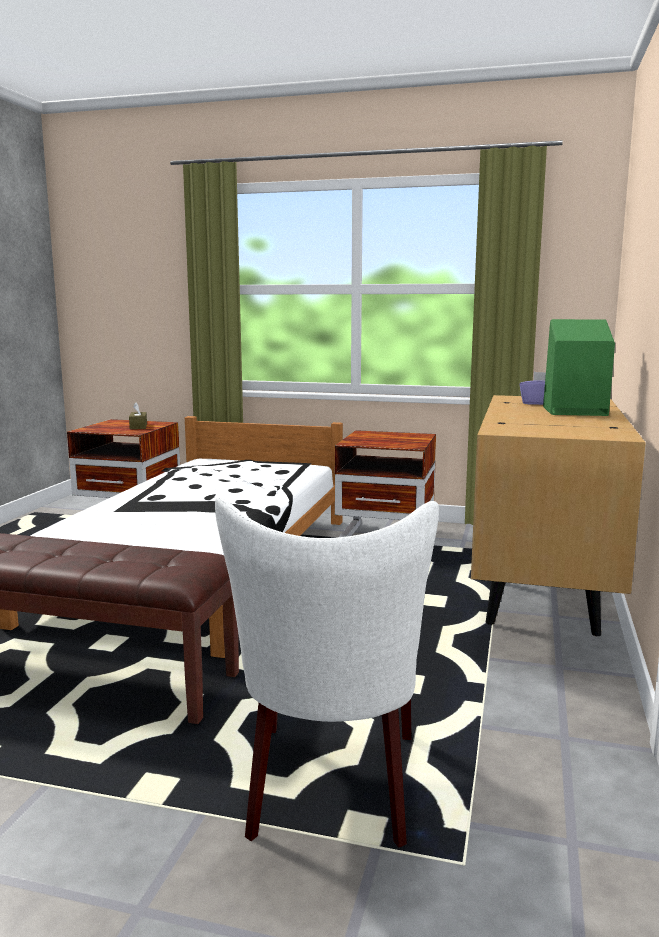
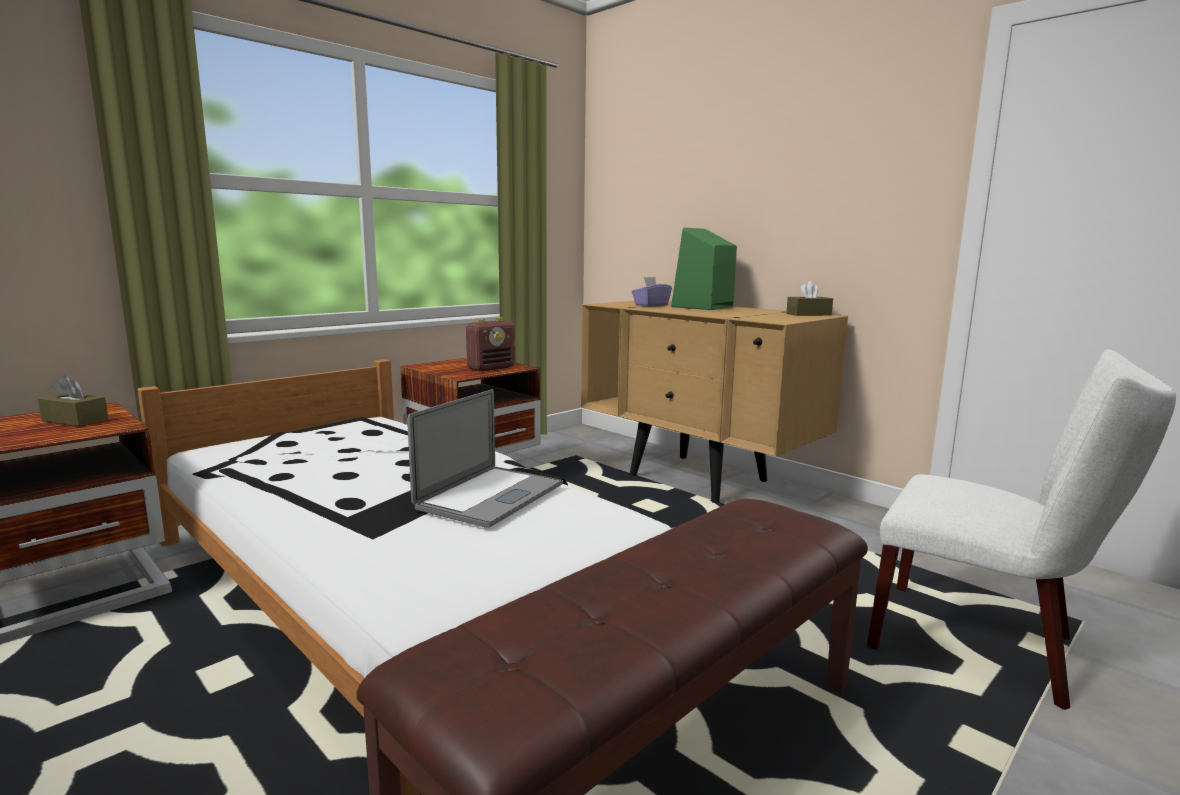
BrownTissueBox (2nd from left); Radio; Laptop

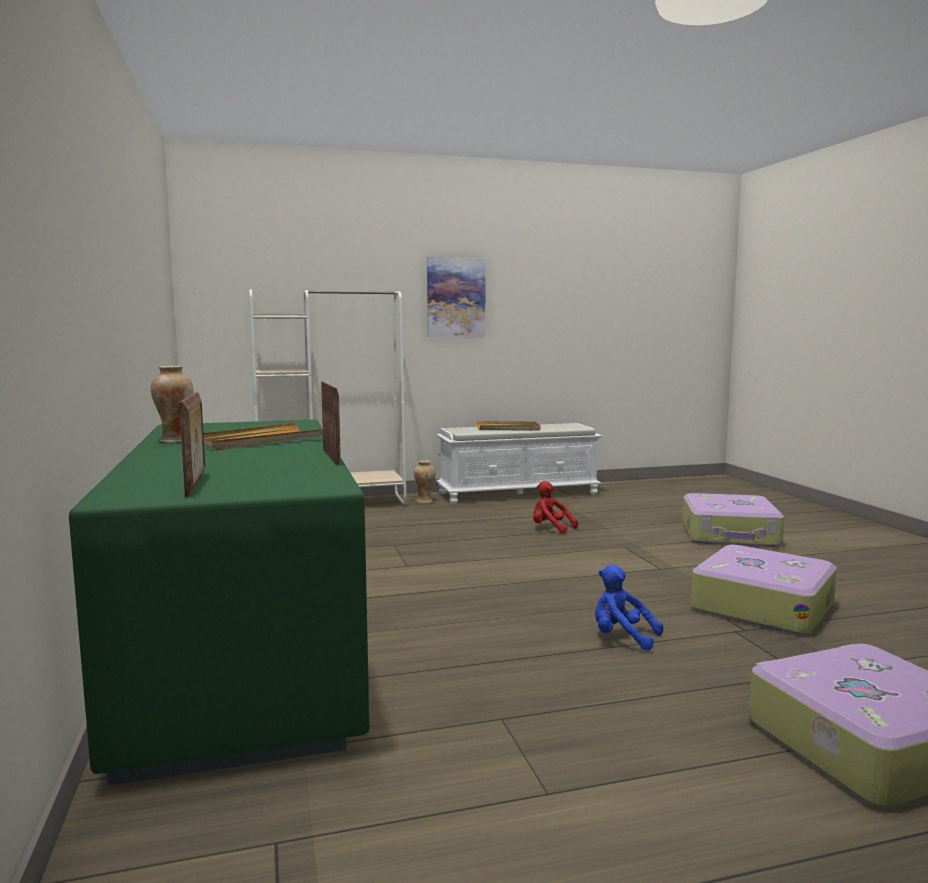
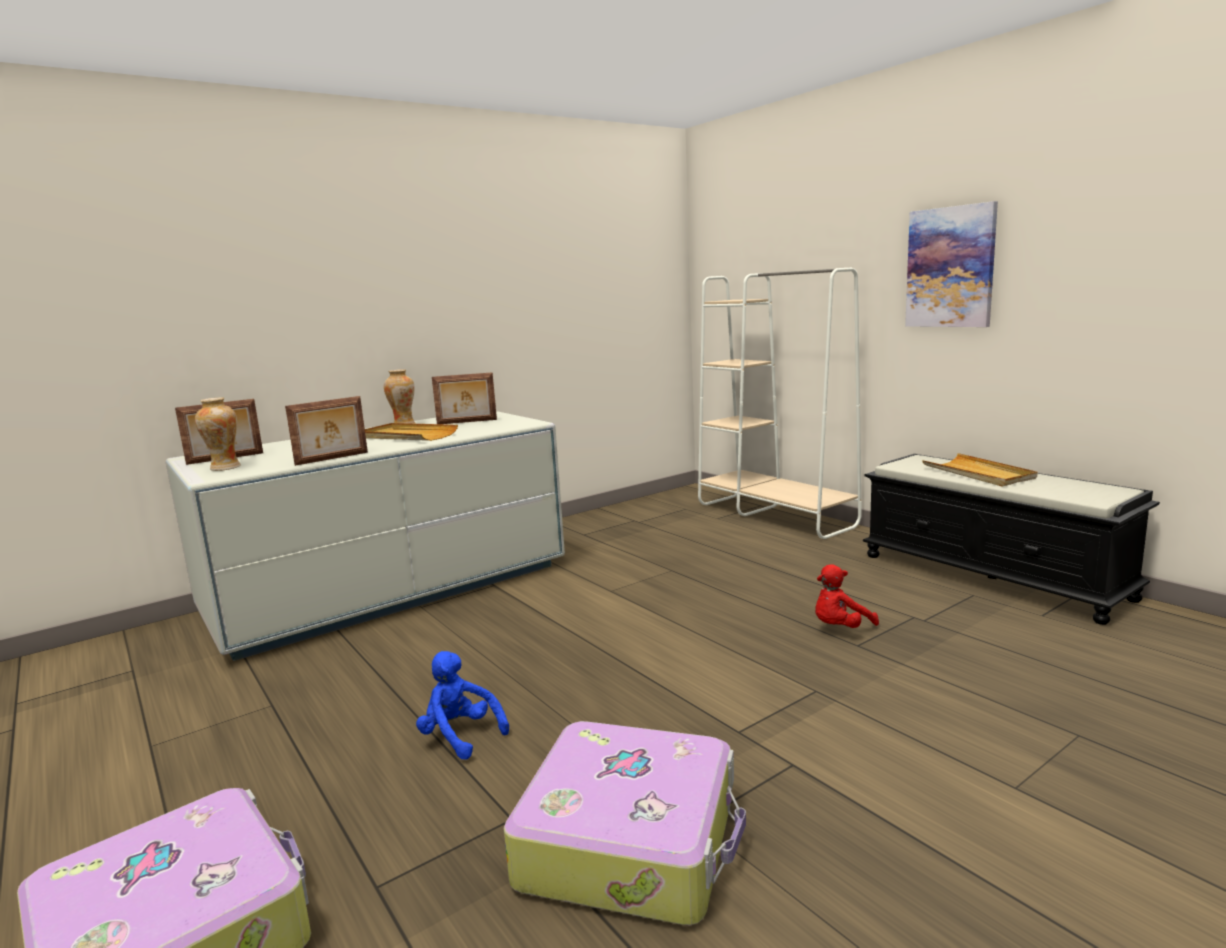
WhiteDresser; BlackBench; Vase (1st from left); RedPlushToy; Suitcase (1st from left in the first image); BluePlushToy; PictureFrame (3rd from left)

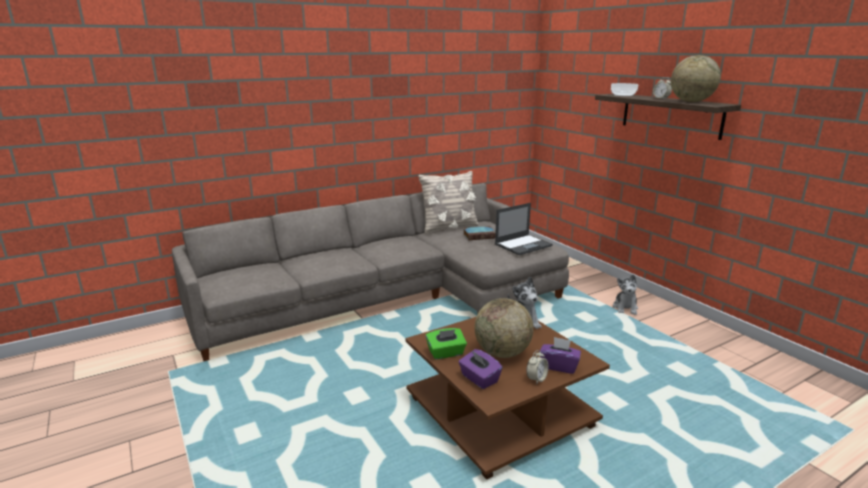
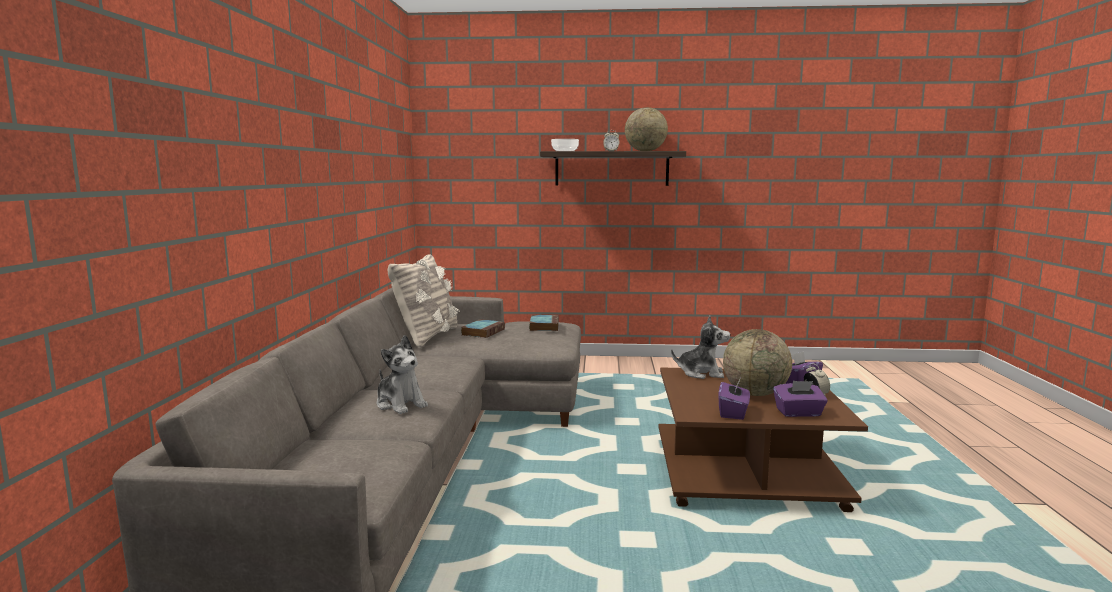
Book (2nd from left); PlushToy (1st from left); PurpleTissueBox (1st from left)

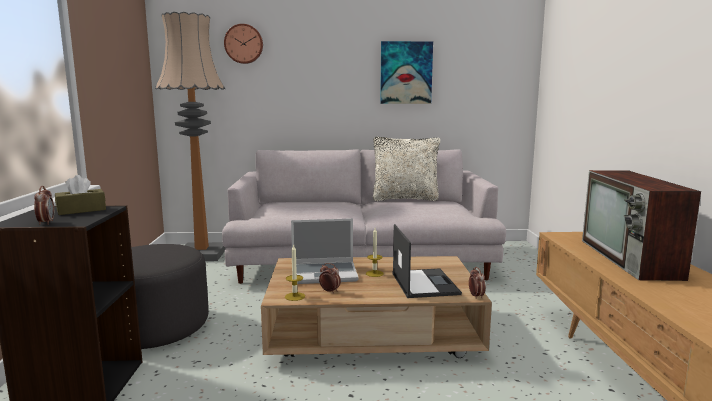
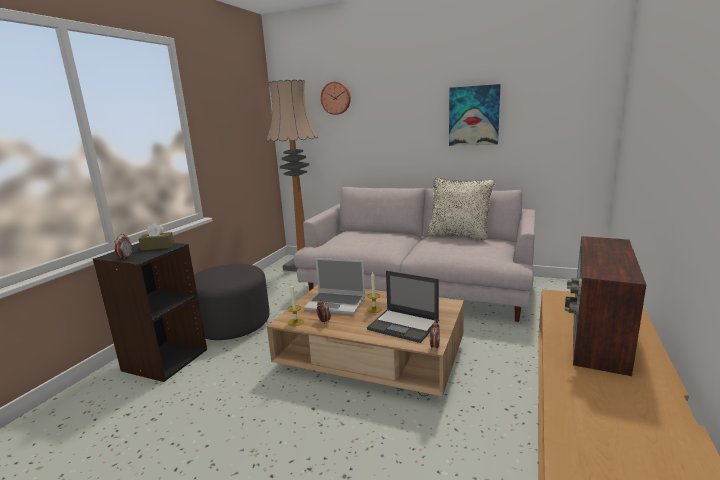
Laptop (2nd from left)

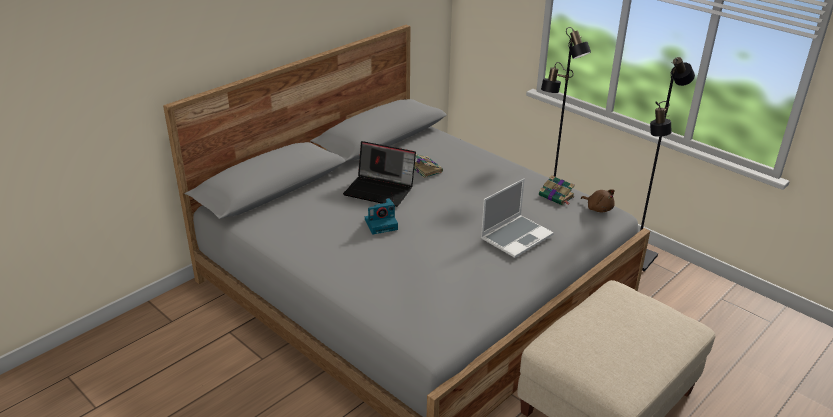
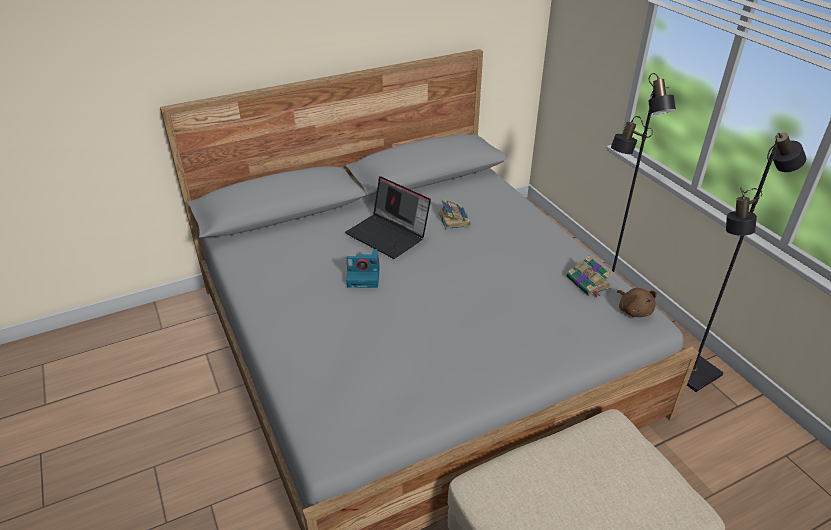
Laptop (2nd from left in the first image)

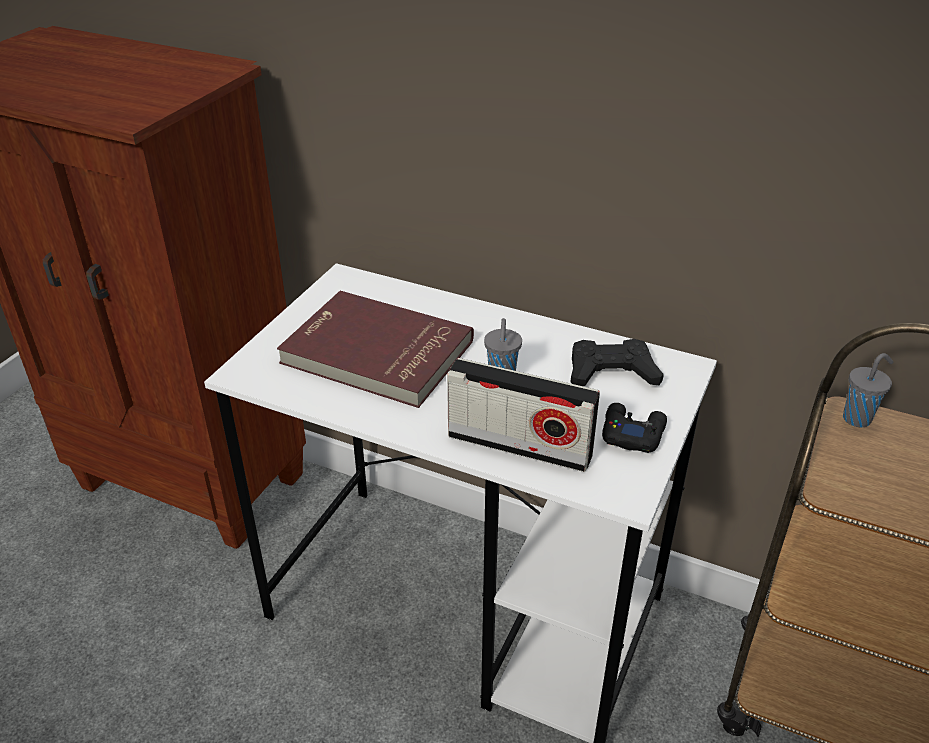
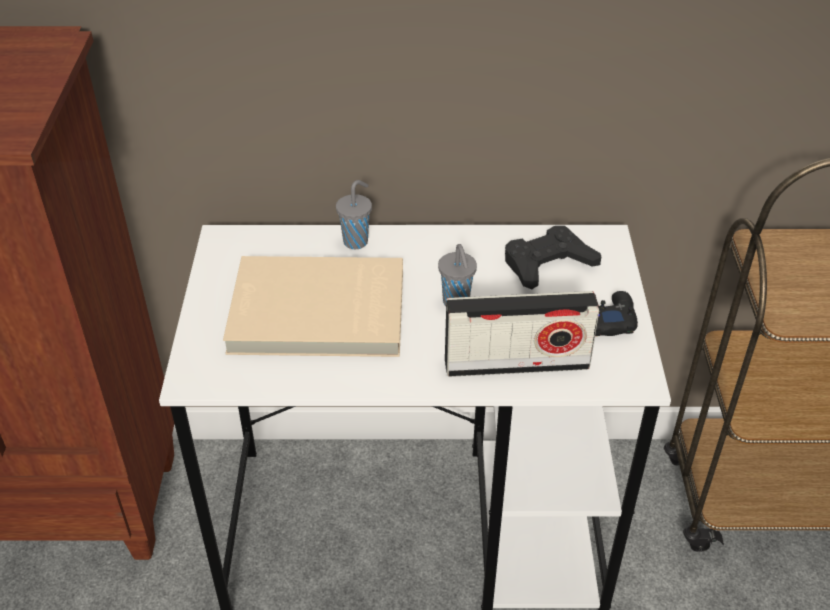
BeigeBook; GreyCup (1st from left)

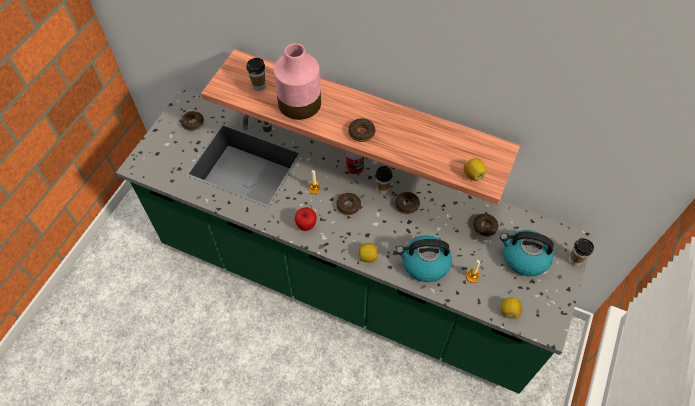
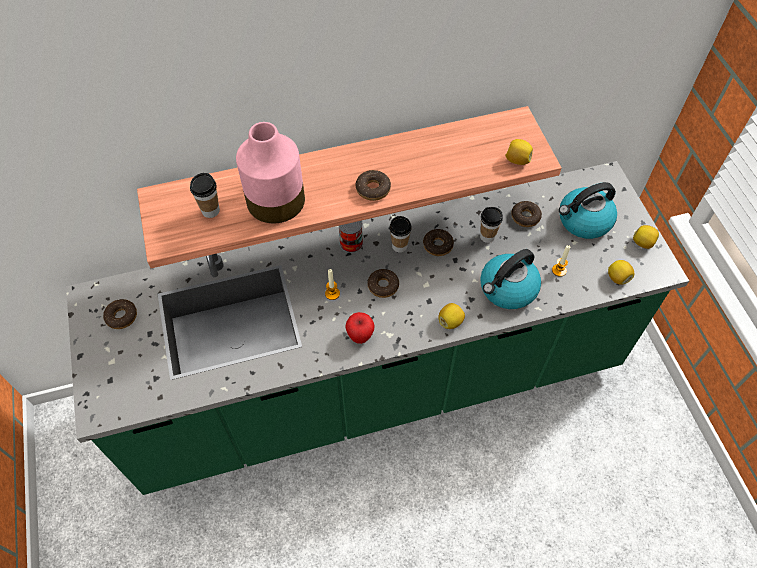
Cup (3rd from left); Lemon (4th from left)

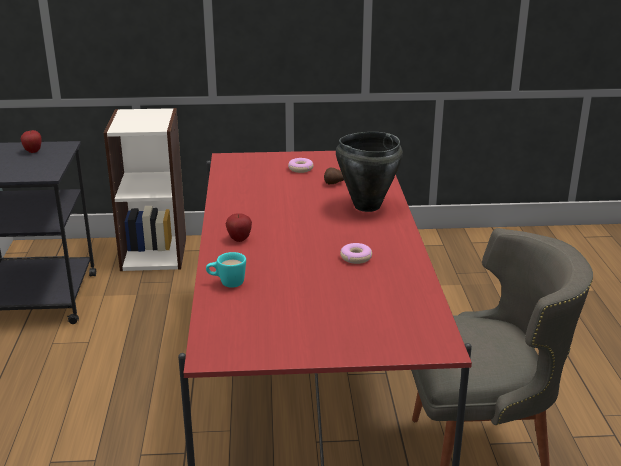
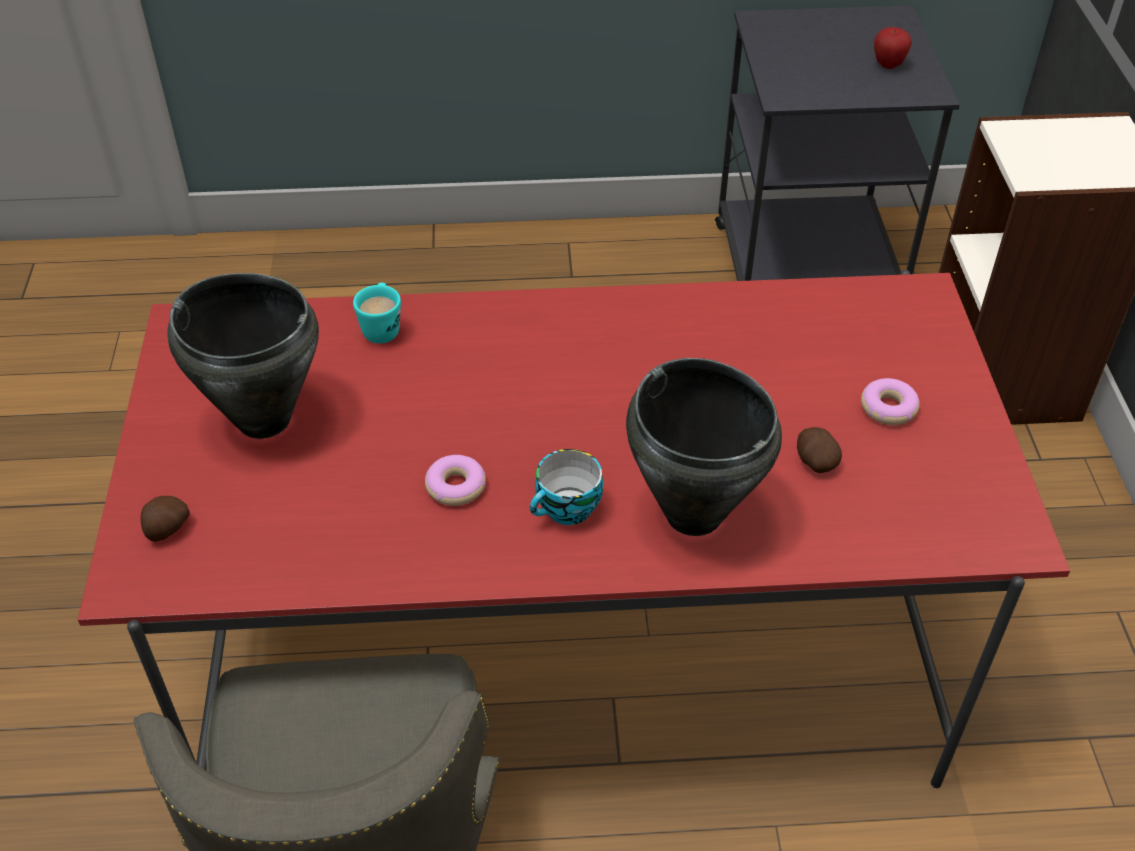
Apple (2nd from left in the first image); BlackCookingPot (1st from left); Cup; Potato (1st from left)

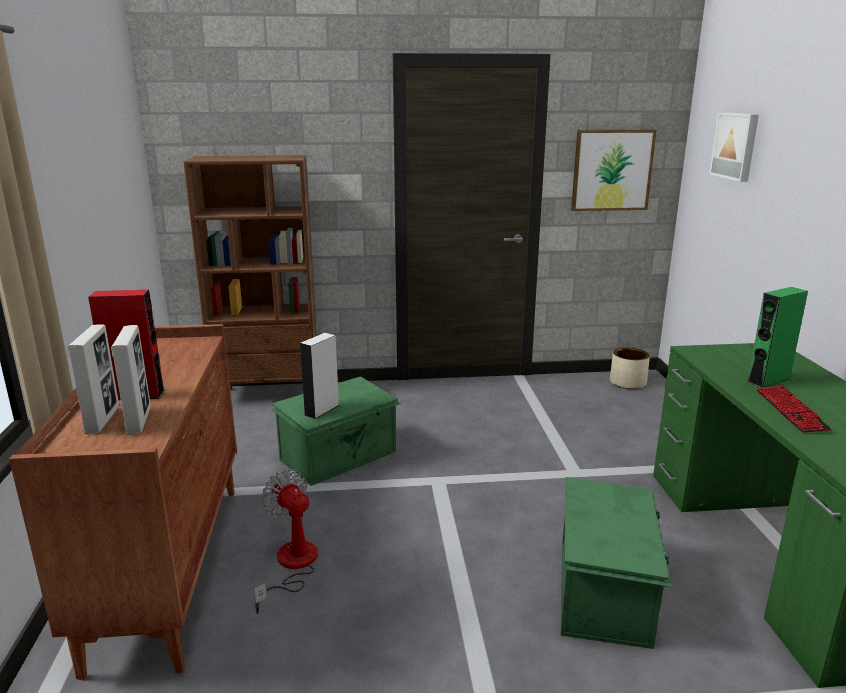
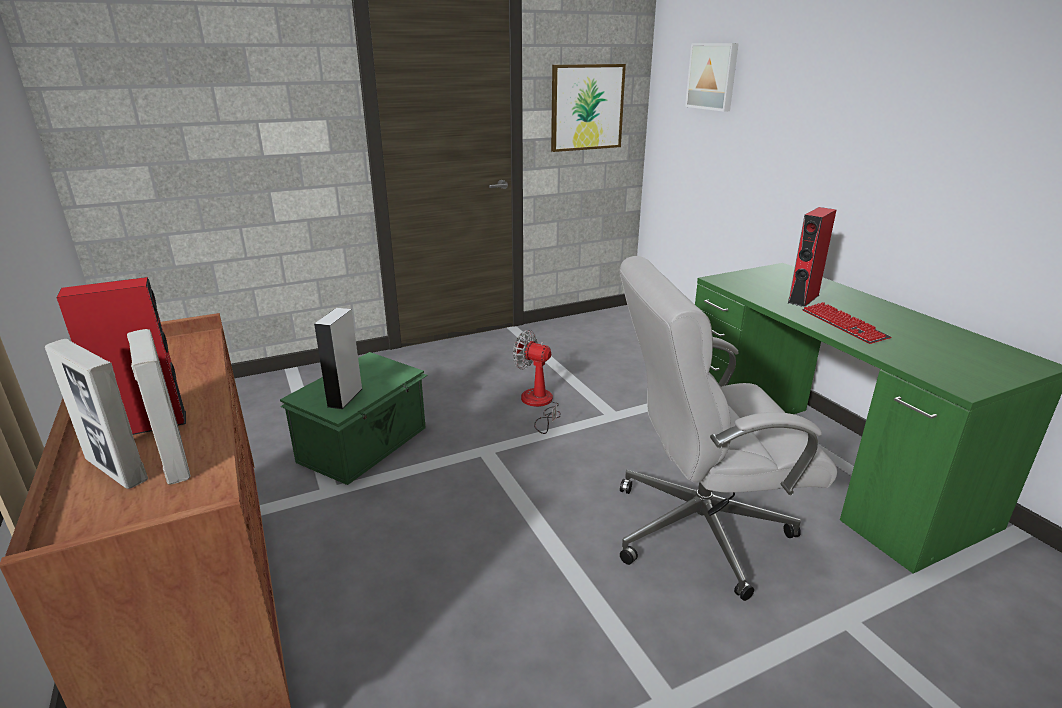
BrownBookcase; RedSpeaker (2nd from left); PictureFrame (1st from left); BeigePlanter; Fan; GreyOfficeChair

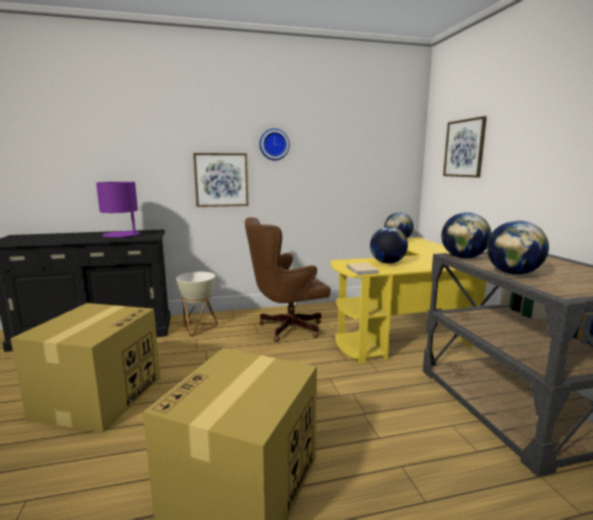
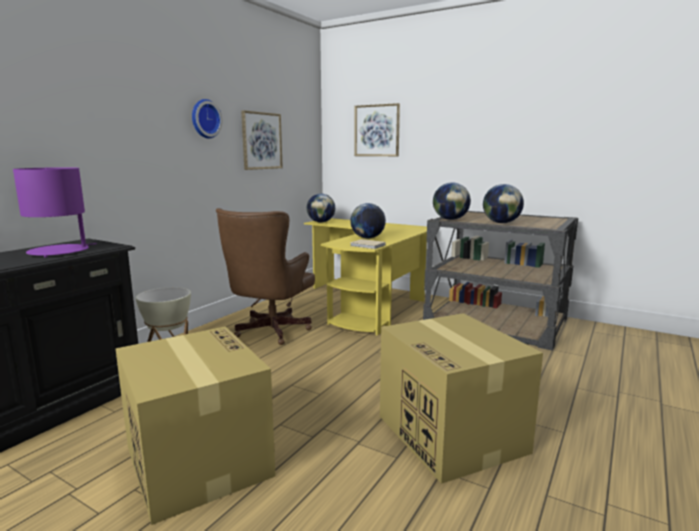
Picture (1st from left)

